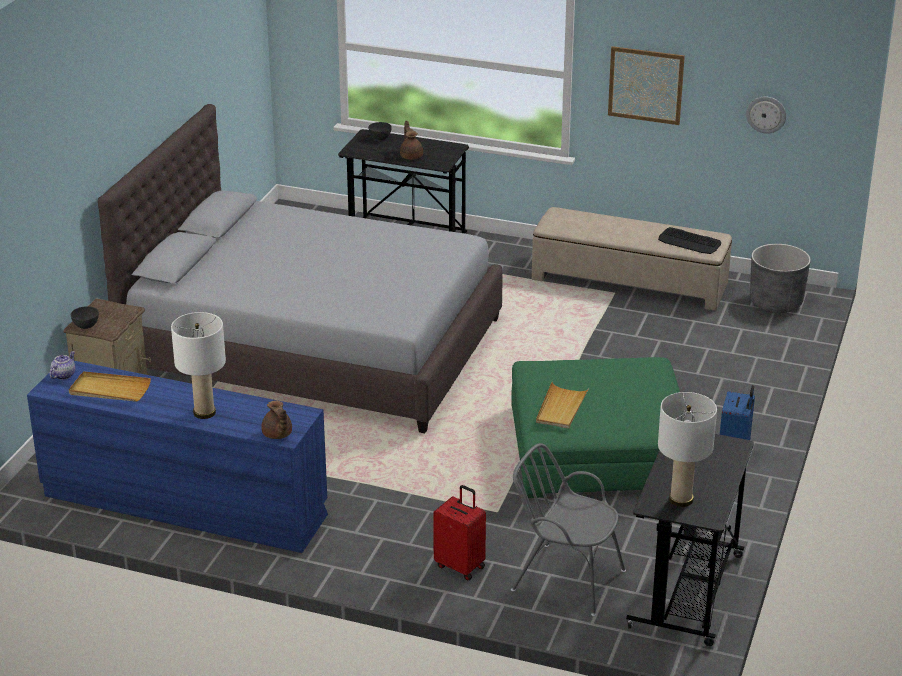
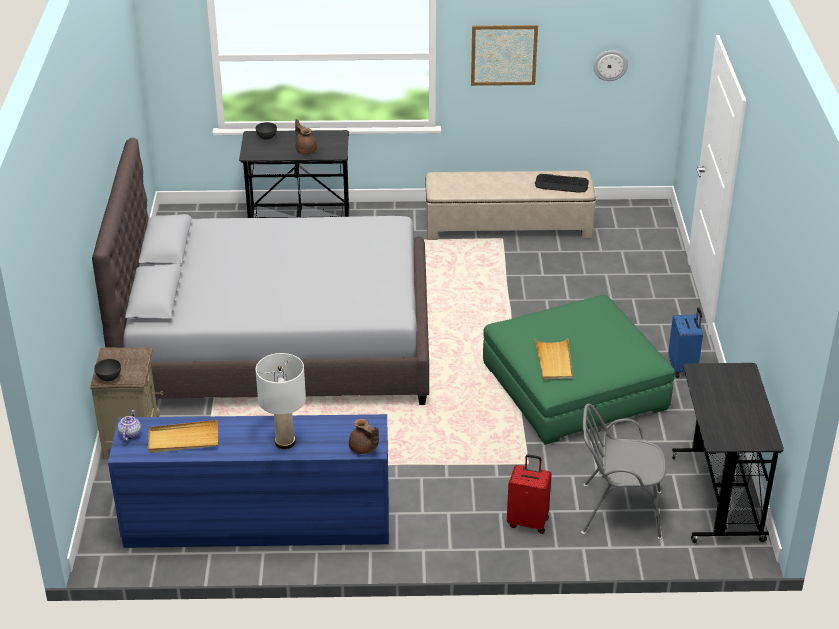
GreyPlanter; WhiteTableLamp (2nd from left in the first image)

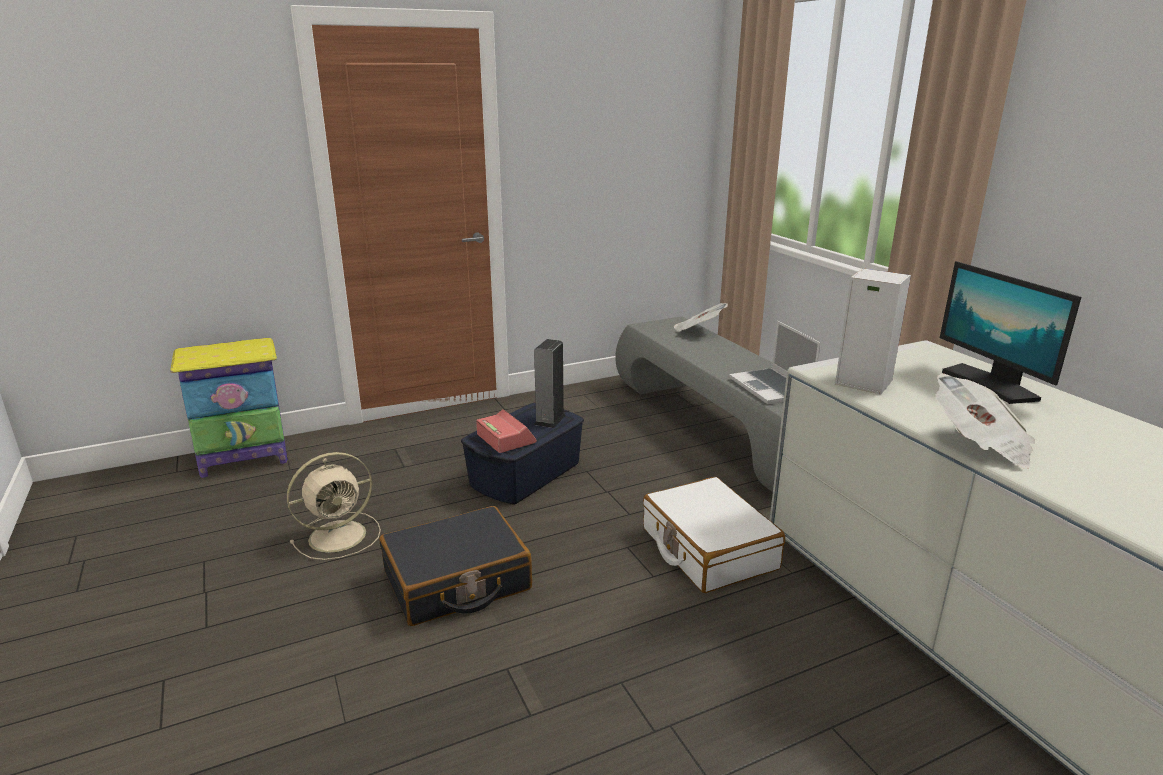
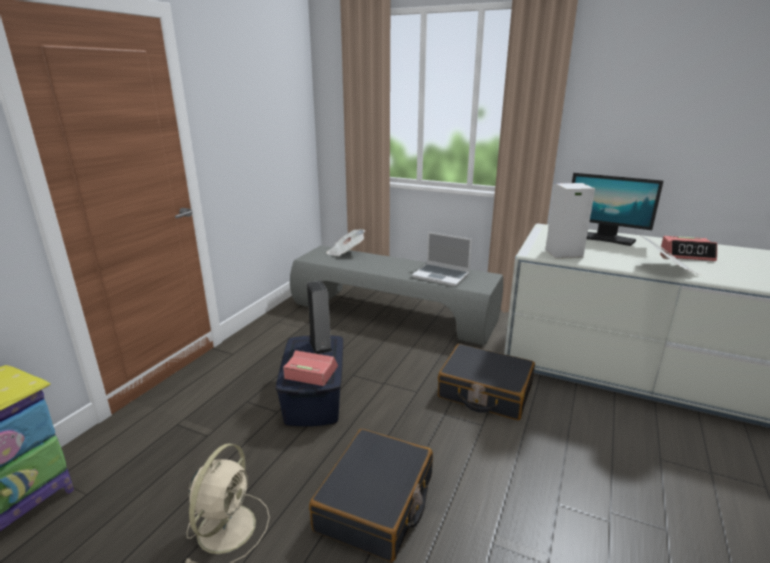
BlackSuitcase (2nd from left); AlarmClock (2nd from left)

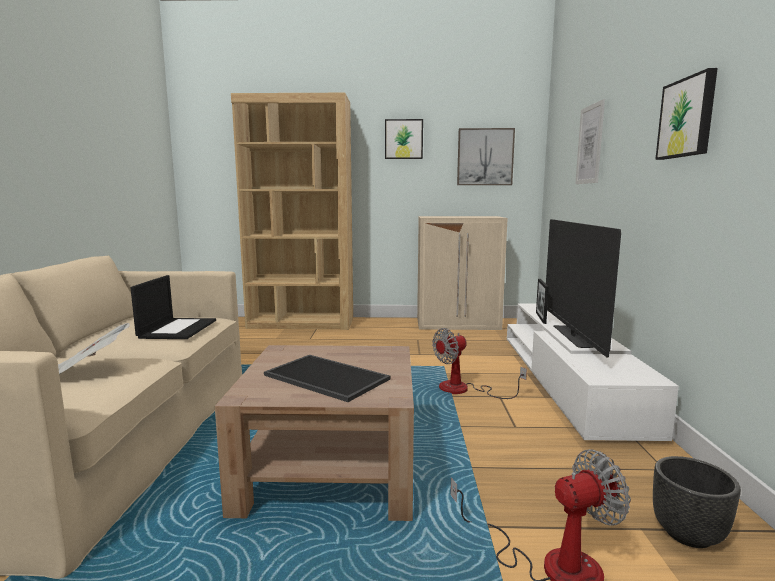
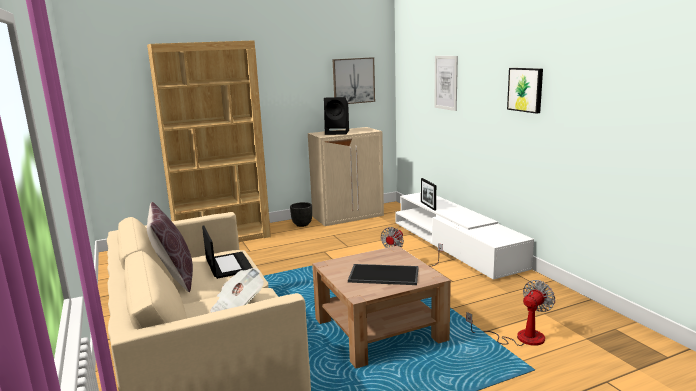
Picture (1st from left in the first image); Television; BlackPlanter; BlackSpeaker; BrownPillow

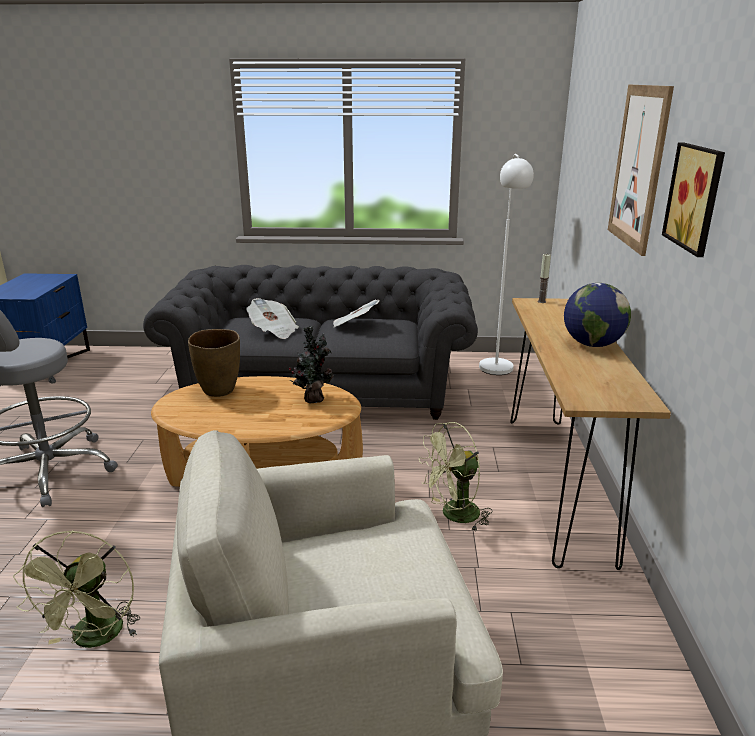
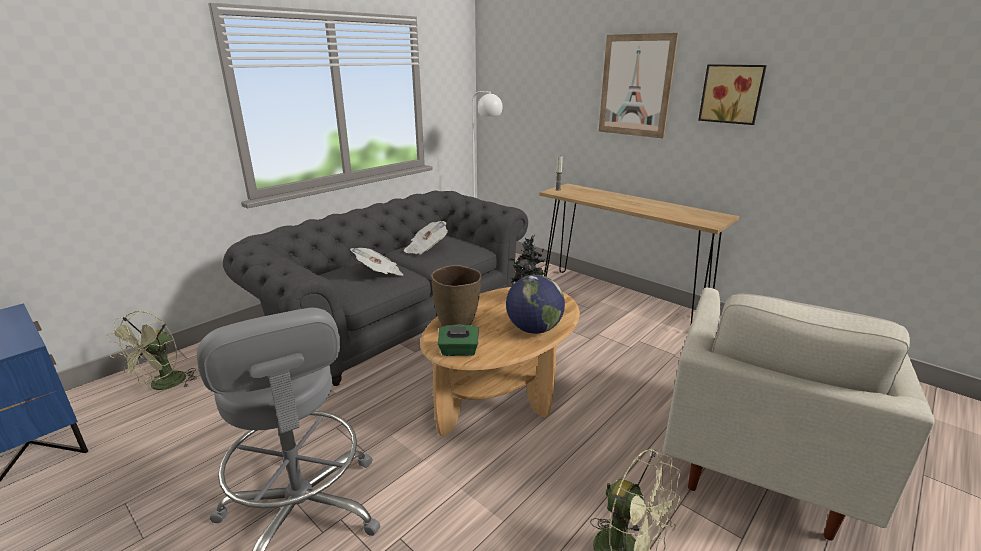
Globe; GreenFan (1st from left); GreenTissueBox

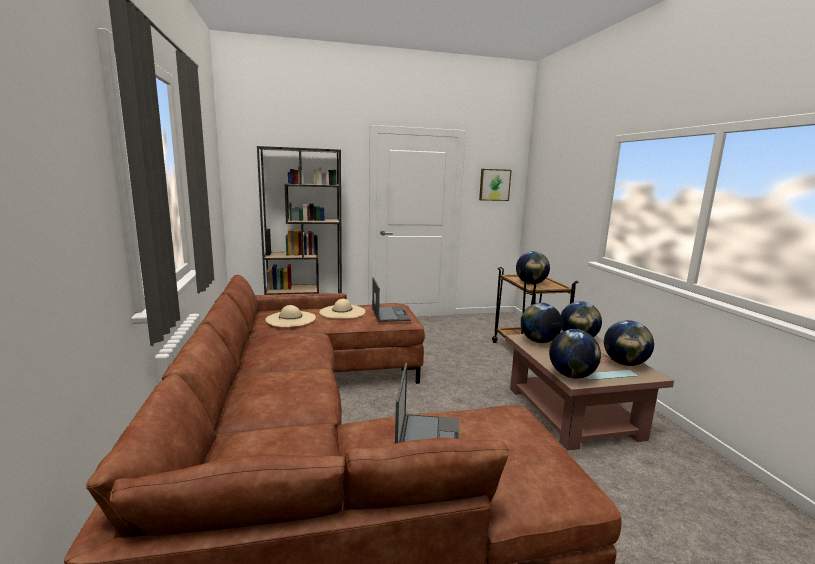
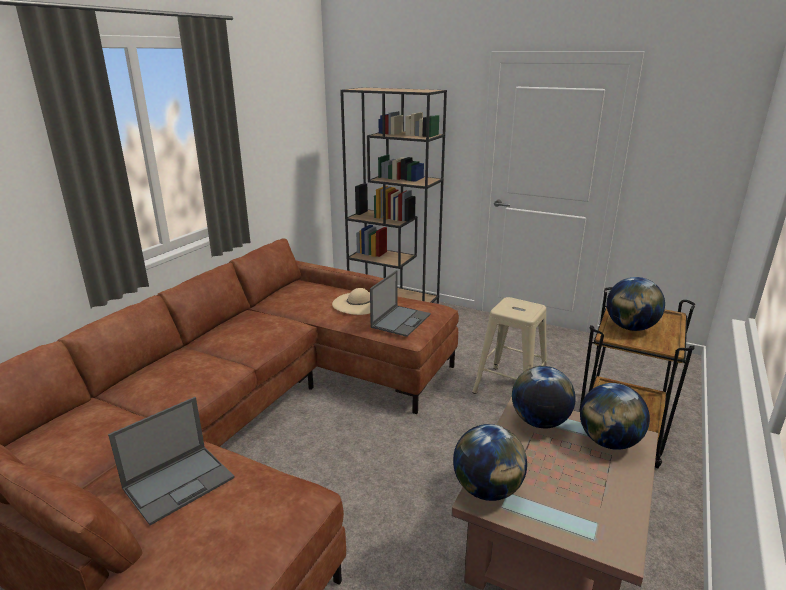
Picture; BeigeHat (1st from left in the first image); Globe (5th from left in the first image); BeigeStool

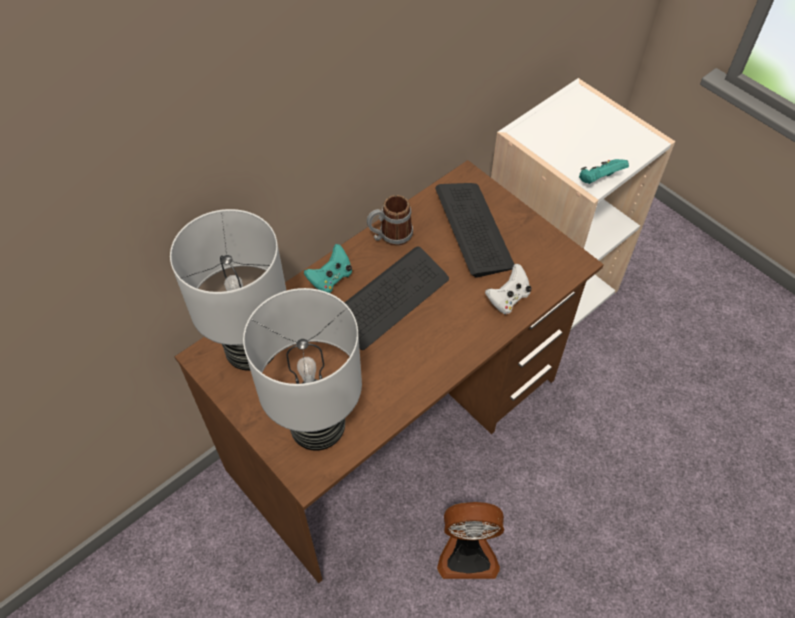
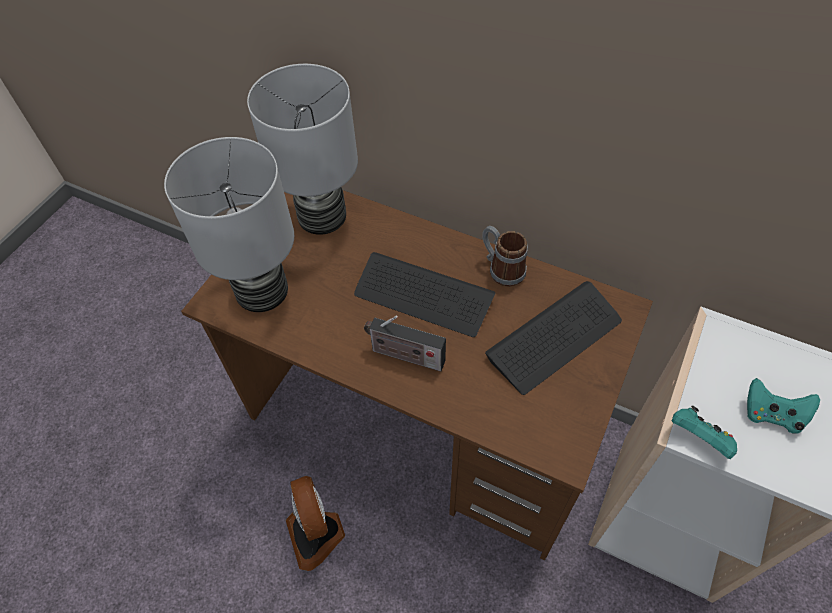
TurquoiseGameController (2nd from left); WhiteGameController; Radio

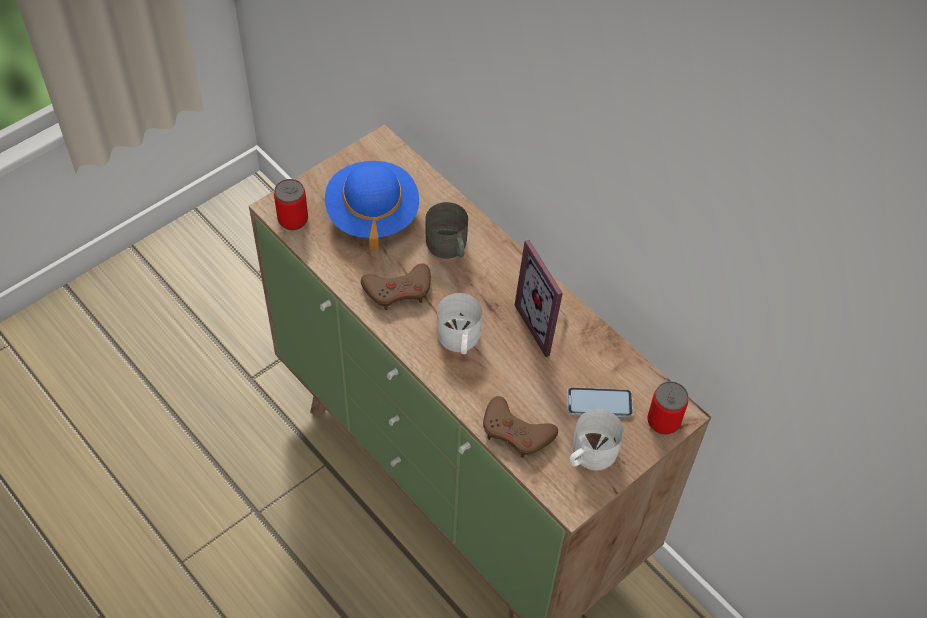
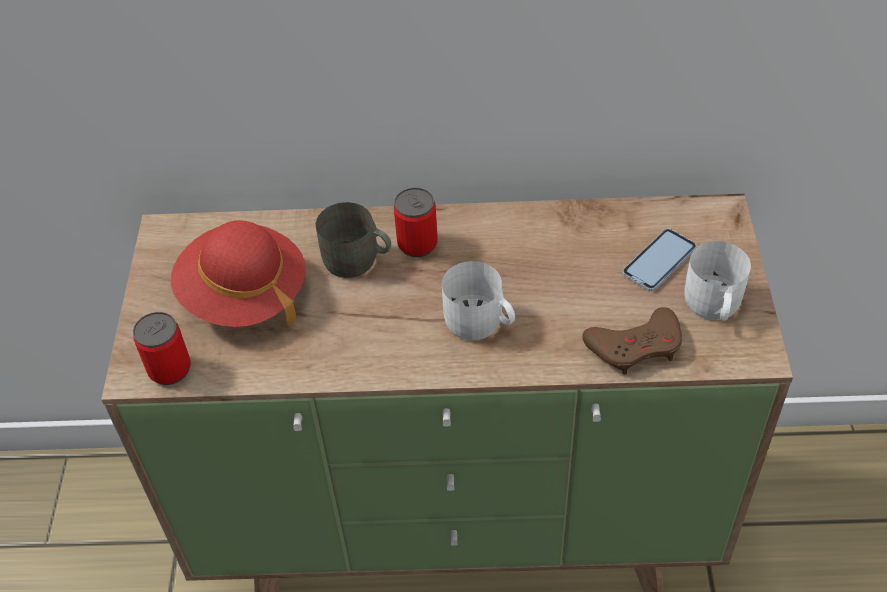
RedHat; PictureFrame; BrownGameController (1st from left in the first image); Can (2nd from left)

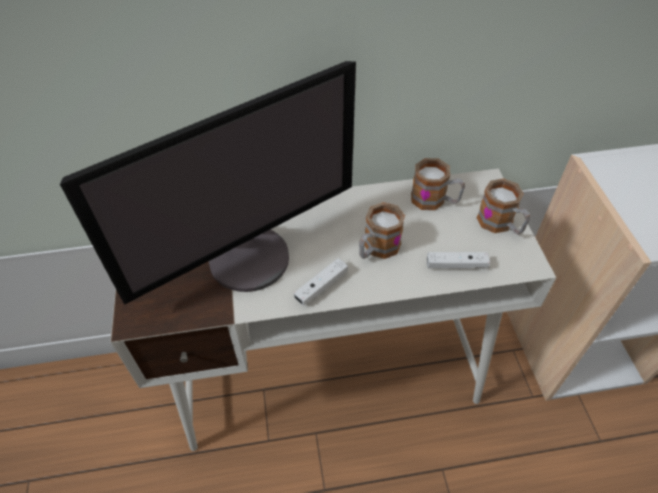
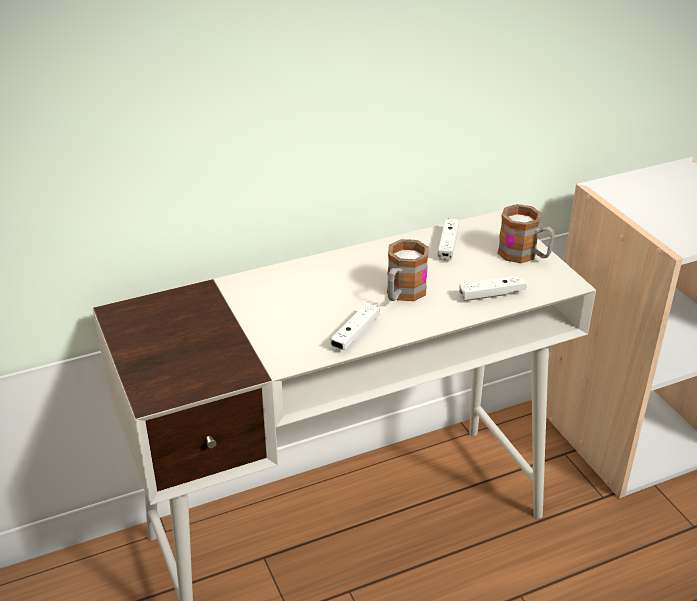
Monitor; WhiteGameController (2nd from left)

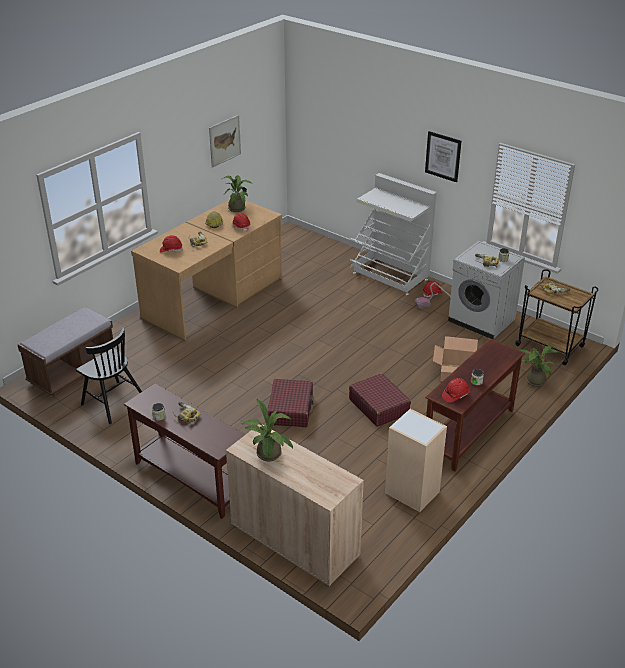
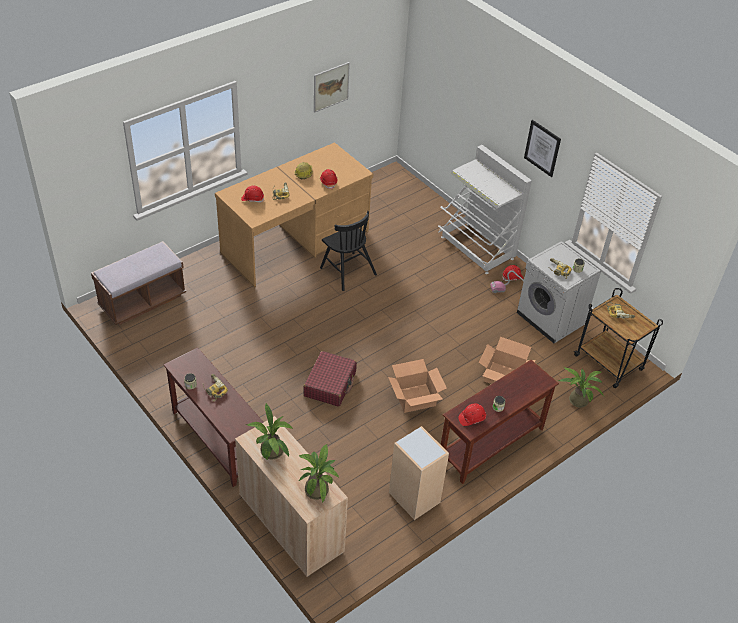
PottedPlant (2nd from left); BlackChair; CardboardBox (1st from left)

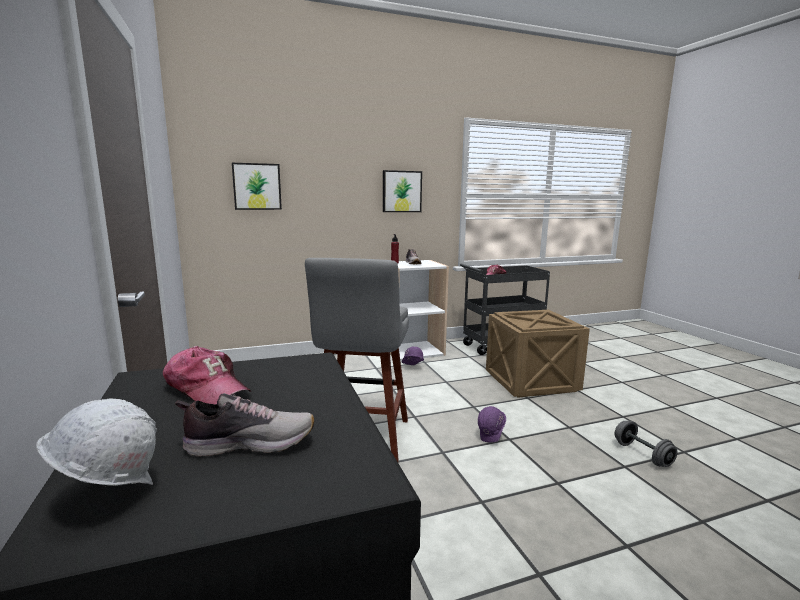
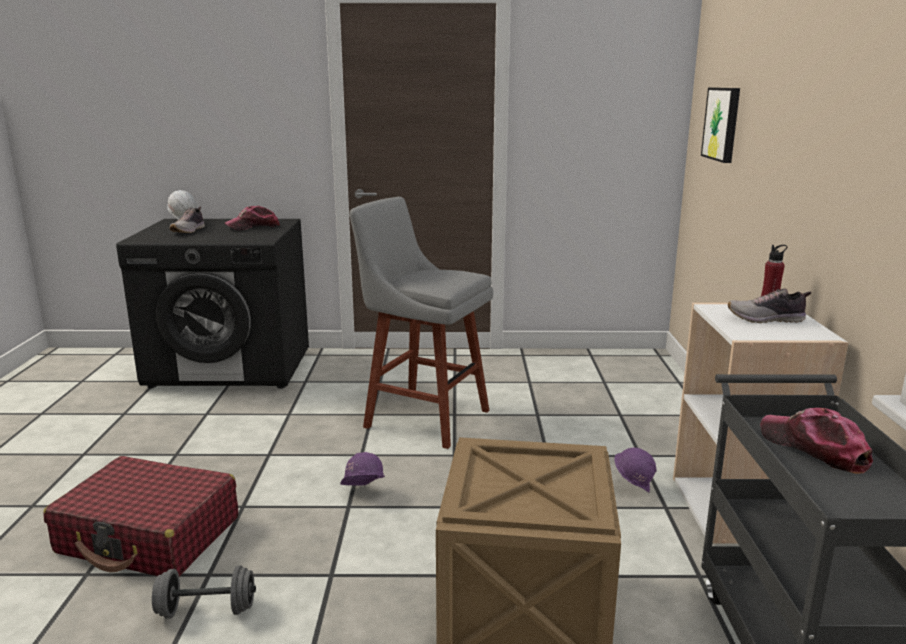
Picture (2nd from left in the first image); RedSuitcase

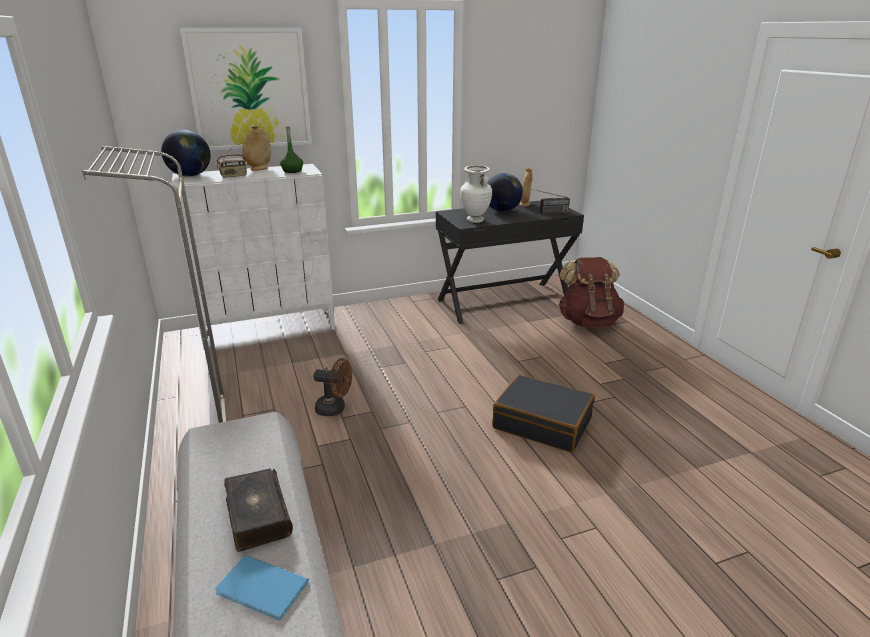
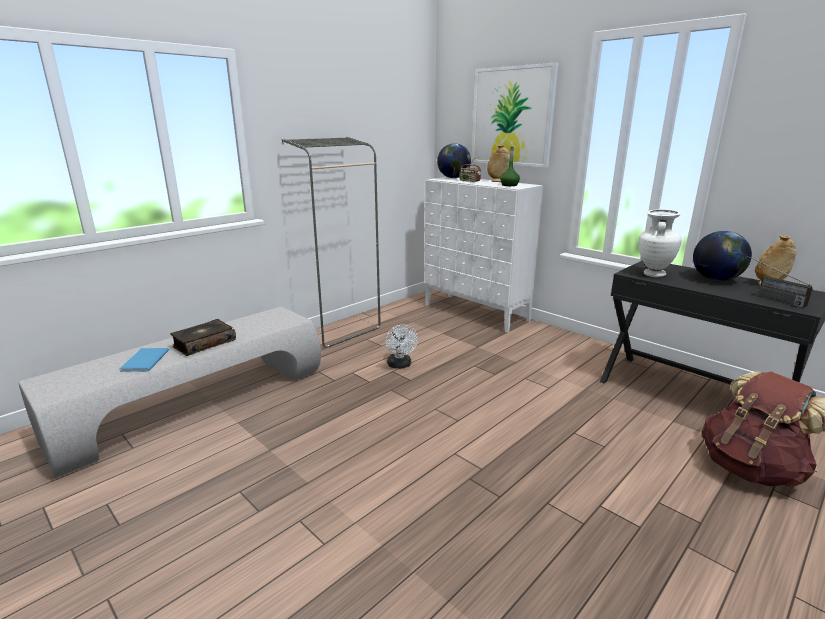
WhiteFan; BlackSuitcase

